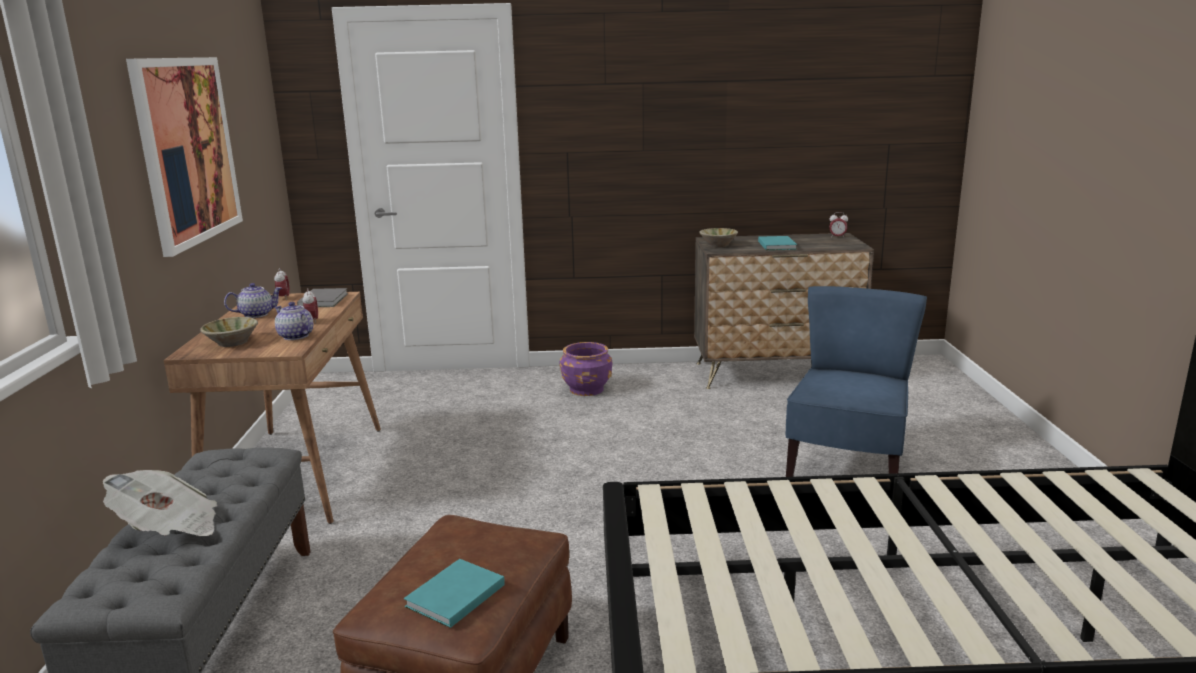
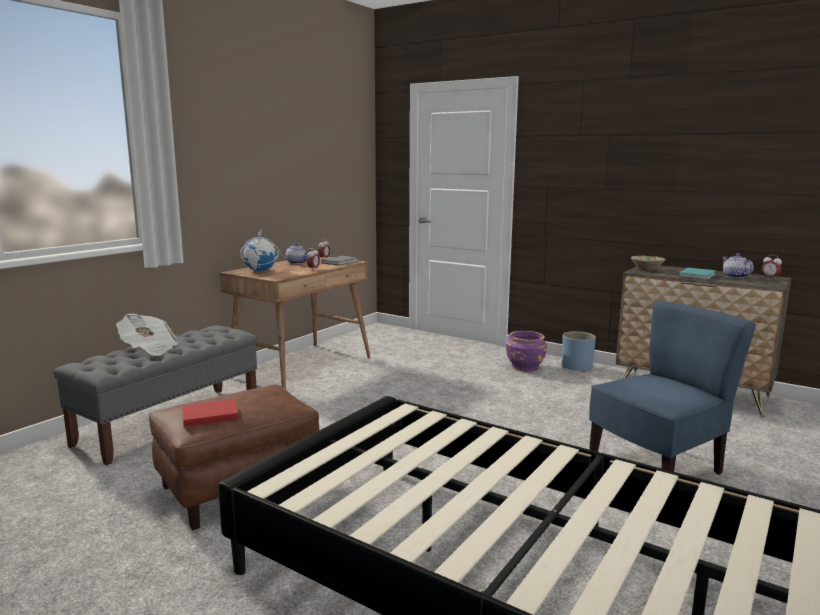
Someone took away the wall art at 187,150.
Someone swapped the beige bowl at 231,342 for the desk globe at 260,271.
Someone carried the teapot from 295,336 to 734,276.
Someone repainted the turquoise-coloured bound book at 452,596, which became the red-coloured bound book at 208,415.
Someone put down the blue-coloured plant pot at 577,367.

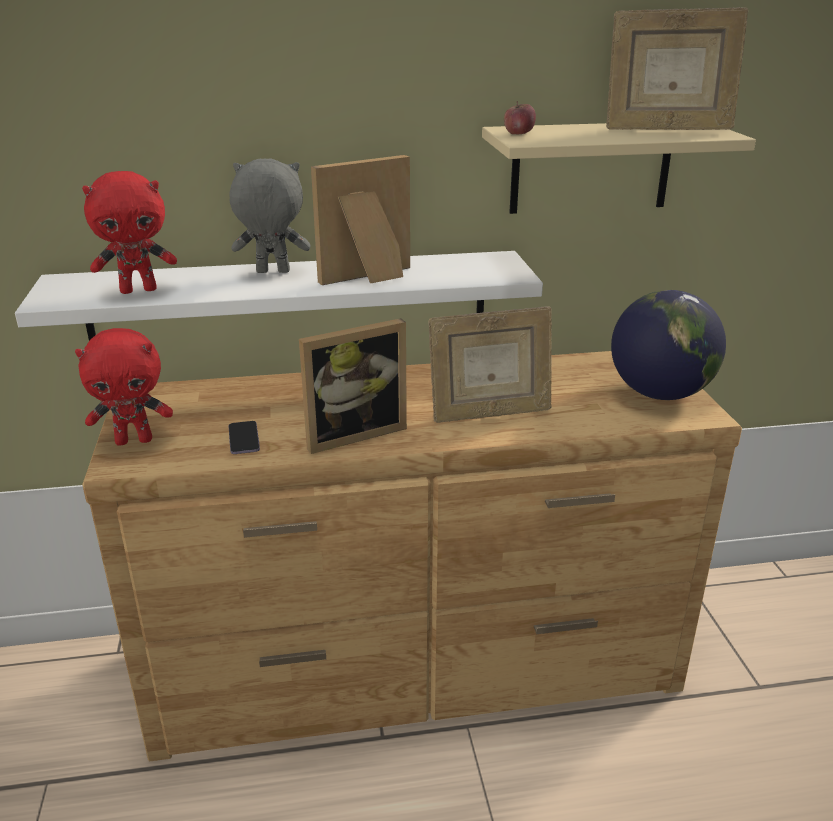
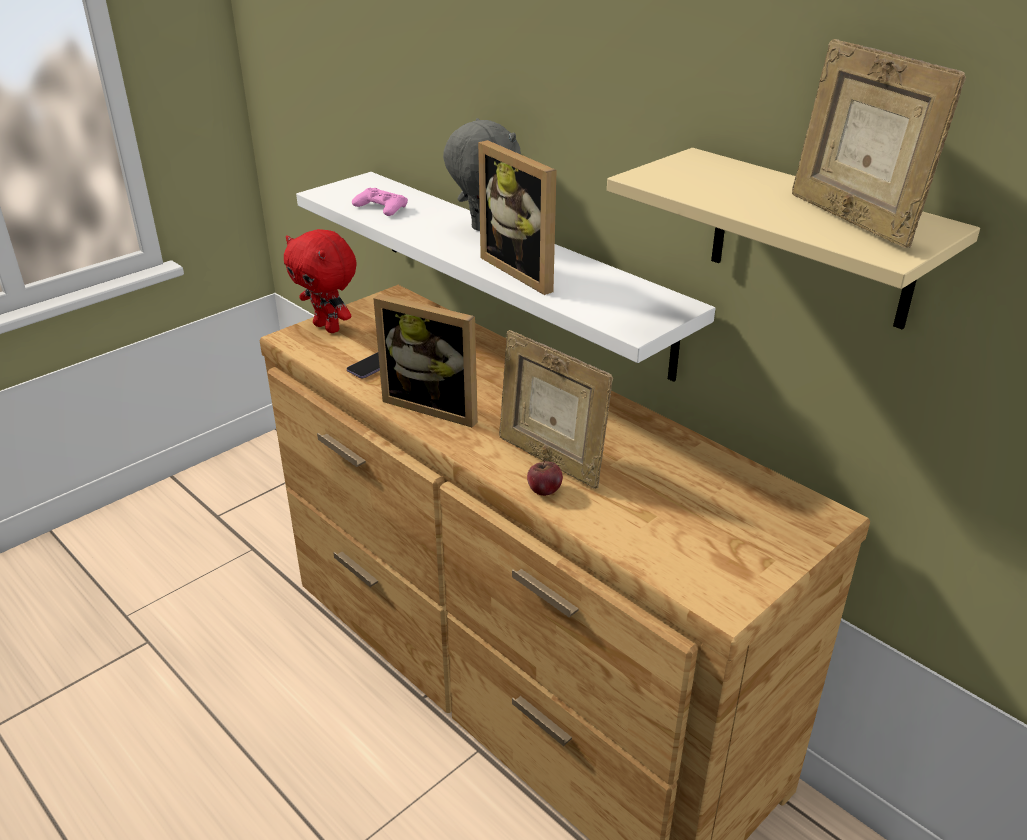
Someone swapped the red-coloured soft toy at 139,290 for the pink game controller at 381,208.
Someone rotated the photo frame at 370,278 by 150 degrees counterclockwise.
Someone carried the apple from 518,134 to 544,490.
Someone took away the desk globe at 660,393.

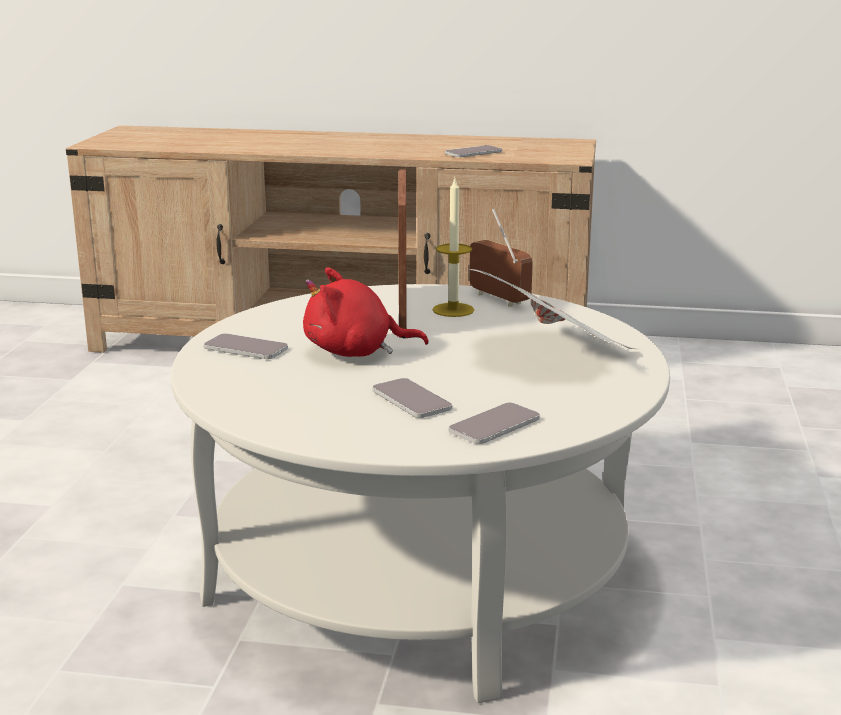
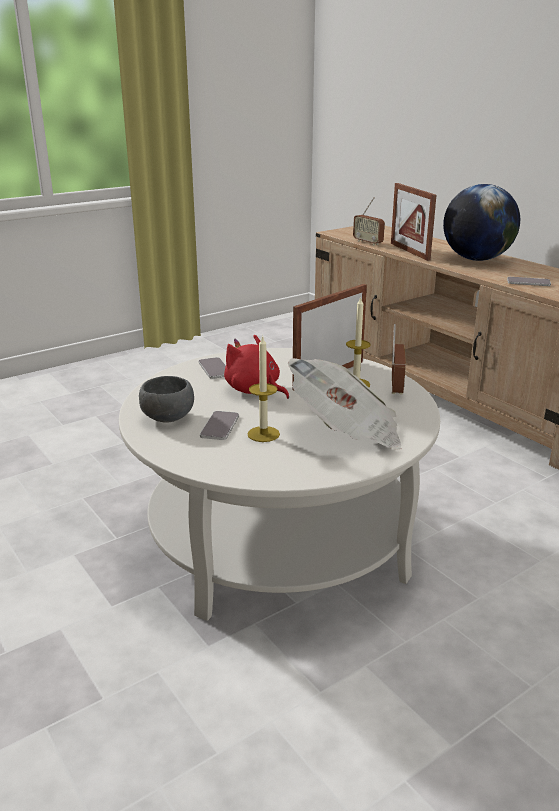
Someone took away the telephone at 494,425.
Someone put down the gray bowl at 167,417.
Someone put down the wax candle at 263,434.
Someone put down the radio receiver at 368,243.
Someone put down the photo frame at 409,251.
Someone put down the desk globe at 476,259.

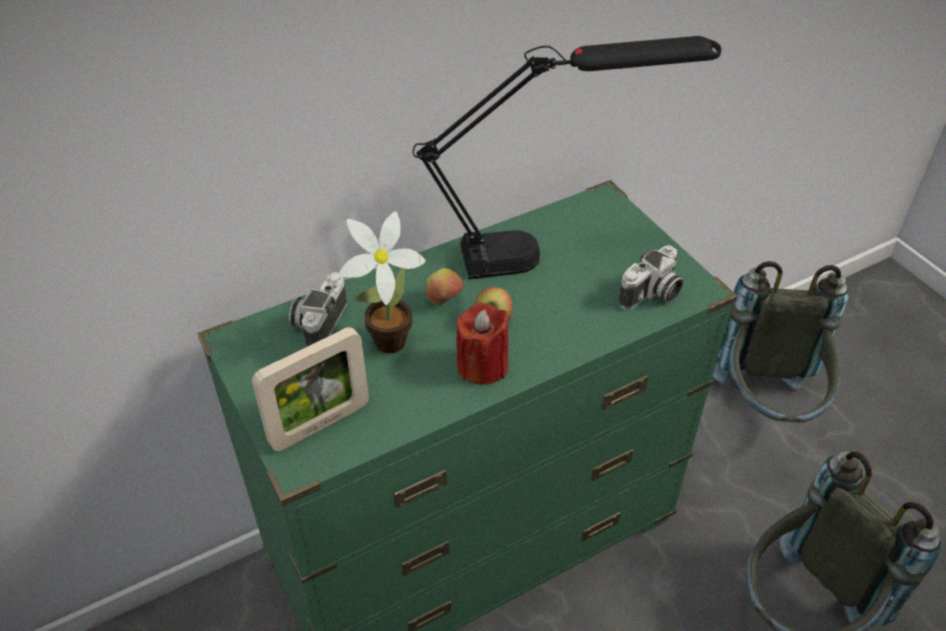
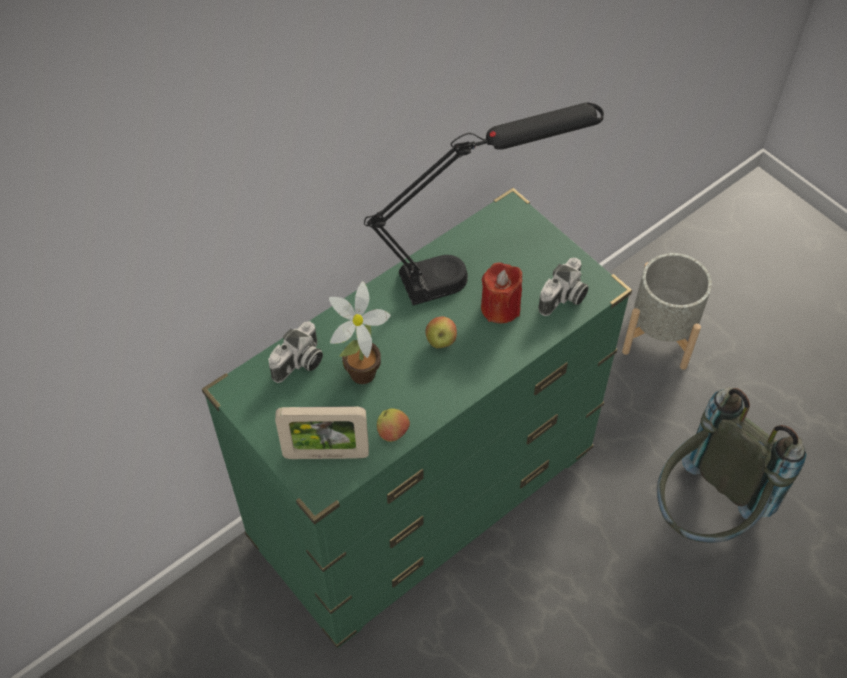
Someone rotated the photo frame at 320,424 by 45 degrees clockwise.
Someone rotated the still camera at 319,322 by 150 degrees counterclockwise.
Someone carried the apple from 444,301 to 393,433.
Someone carried the red-coloured wax candle from 482,365 to 500,308.
Someone swapped the gray knapsack at 766,407 for the gray plant pot at 659,336.

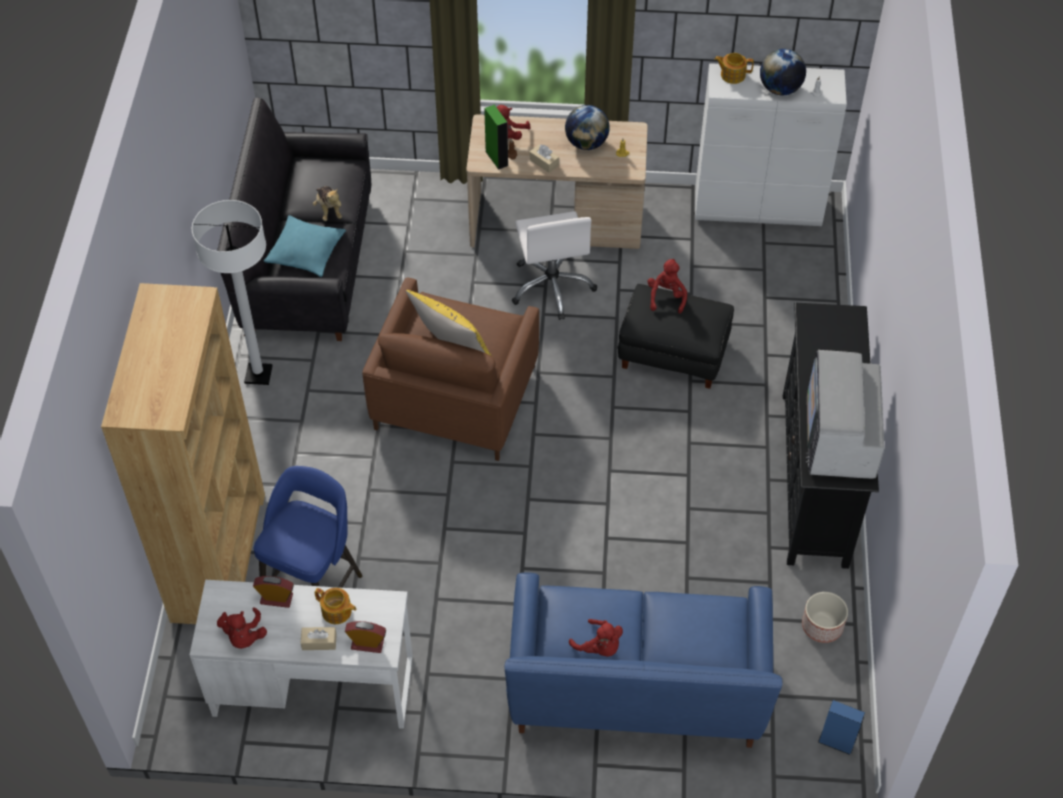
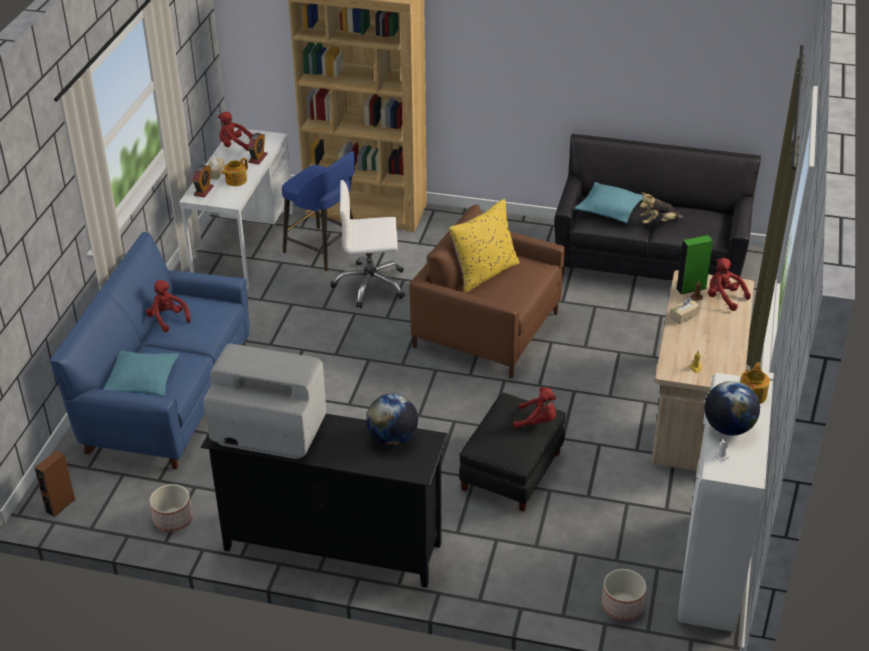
Someone took away the white-coloured standing lamp at 258,375.
Someone carried the white-coloured desk chair from 552,286 to 370,285.
Someone carried the desk globe from 586,143 to 393,438.
Someone rotated the red-coloured soft toy at 599,647 by 90 degrees clockwise.
Someone repainted the blue-coloured speaker at 836,743, which became the brownish speaker at 60,505.
Someone put down the turquoise-coloured pillow at 142,380.
Someone put down the plant pot at 622,606.

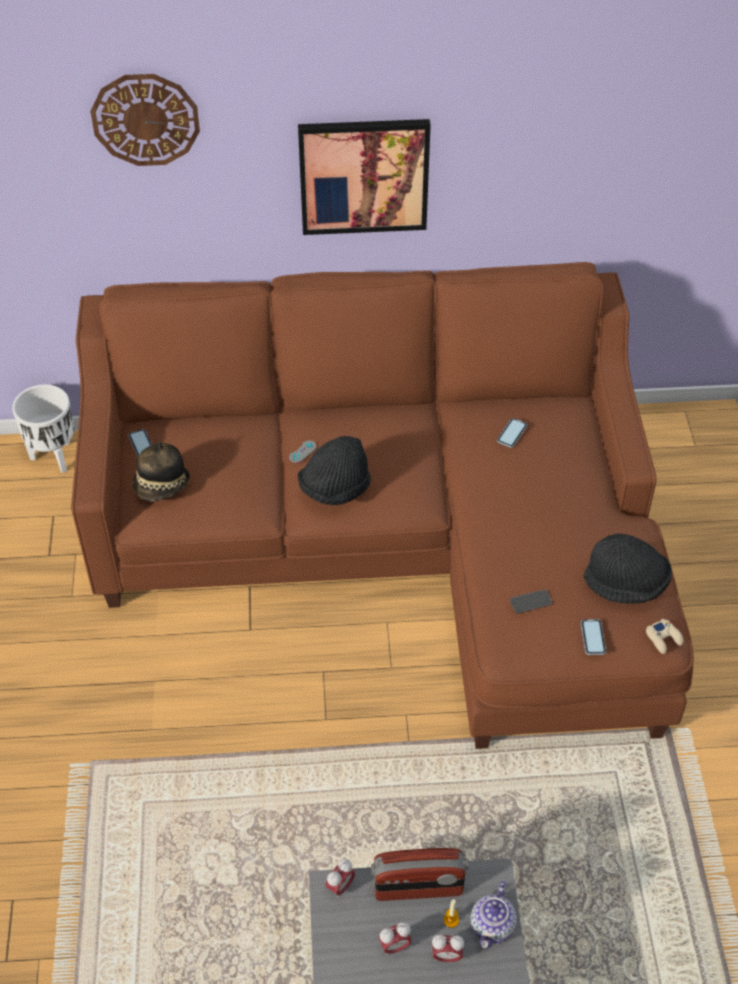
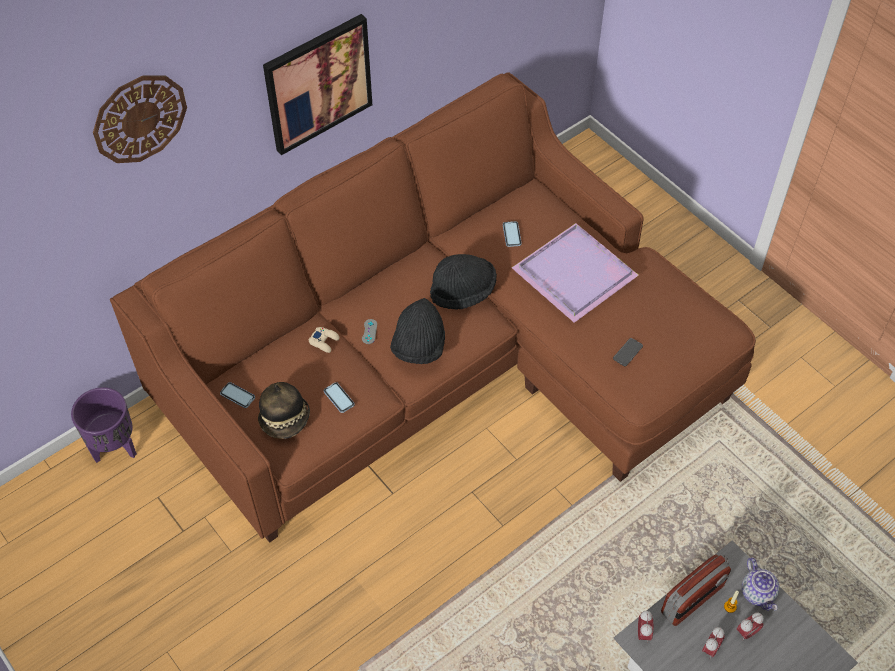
Someone repainted the white-coloured plant pot at 55,456, which became the purplish plant pot at 115,448.
Someone carried the telephone from 593,638 to 339,398.
Someone carried the black-coloured wearable hat from 625,584 to 463,291.
Someone carried the beige game controller from 664,638 to 324,341.
Someone put down the purplish carrying tray at 577,274.

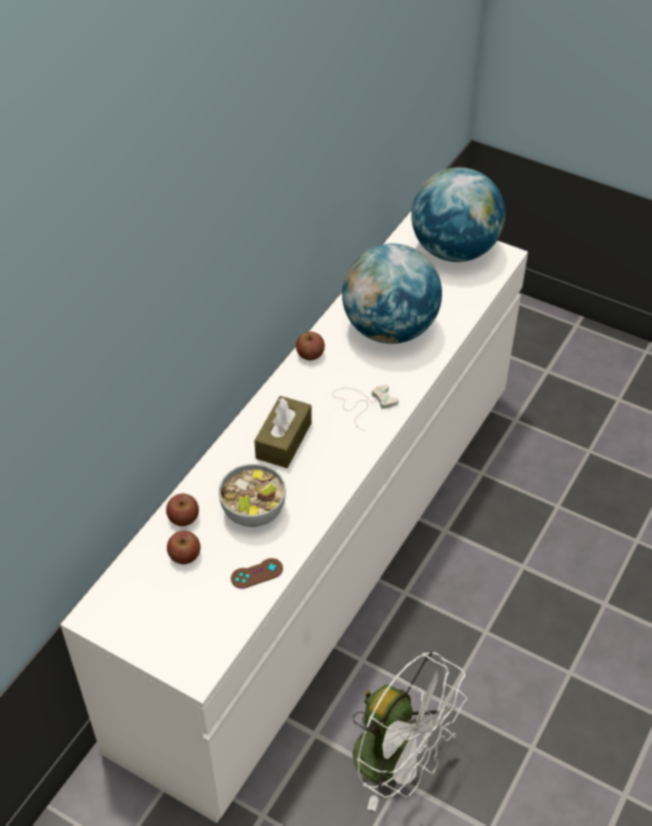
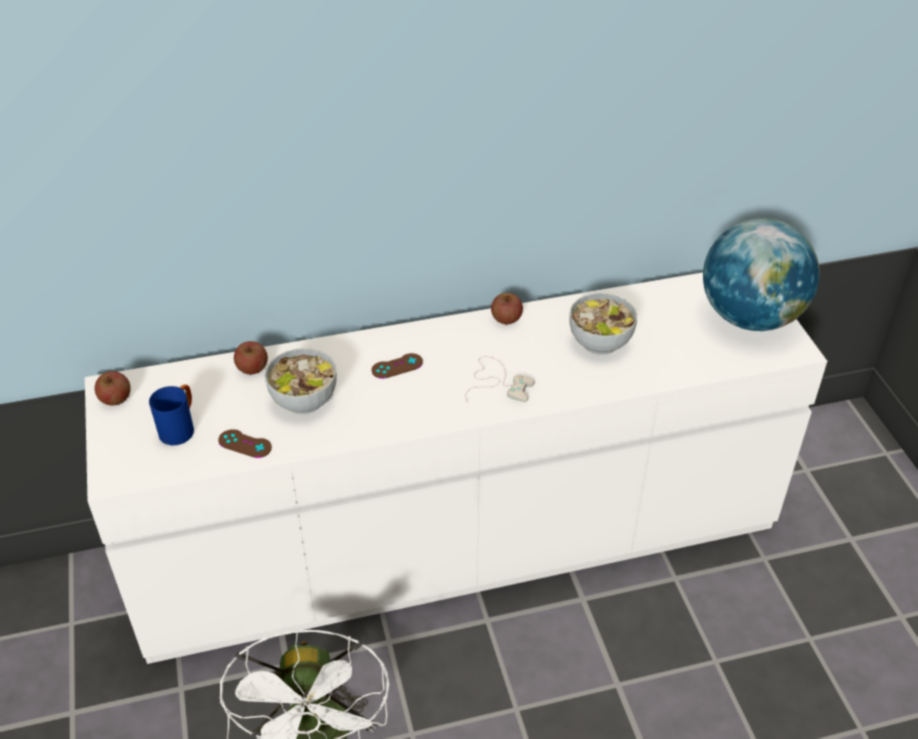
Someone carried the apple from 185,555 to 115,399.
Someone swapped the brownish tissue holder at 284,440 for the brownish game controller at 397,366.
Someone swapped the desk globe at 389,329 for the bowl at 600,342.
Someone put down the blue-coloured tea mug at 180,428.

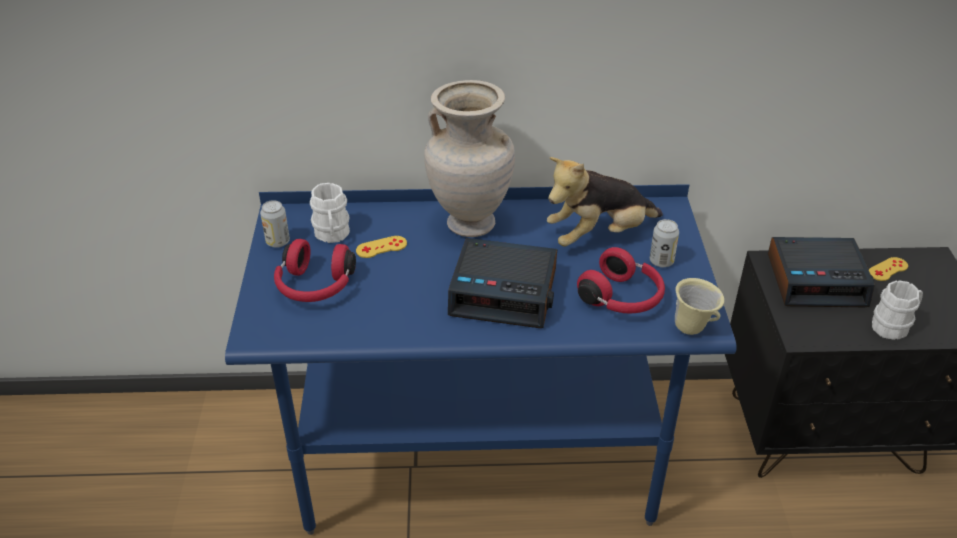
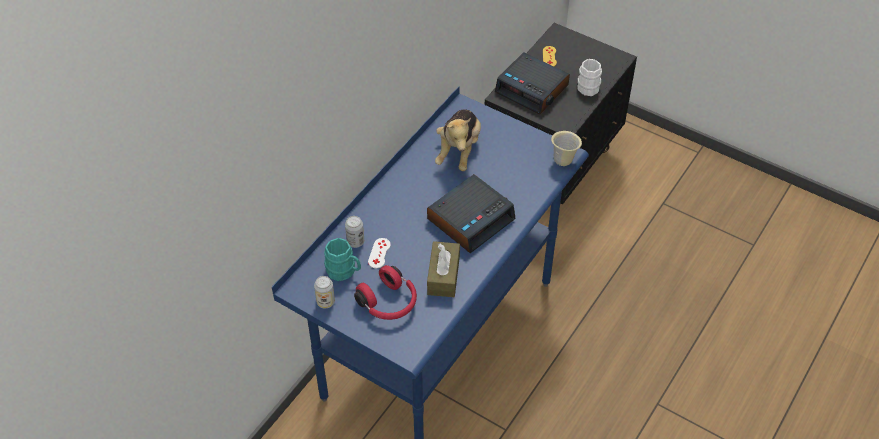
Someone repainted the white-coloured tea mug at 332,235, which became the turquoise-coloured tea mug at 344,271.
Someone repainted the yellow game controller at 381,247, which became the white-coloured game controller at 379,253.
Someone took away the beige decorative vase at 470,223.
Someone took away the red-coloured headphones at 622,298.
Someone carried the sealed can from 661,261 to 355,242.
Someone rotated the bedside clock at 817,280 by 90 degrees clockwise.
Someone put down the brownish tissue holder at 443,275.

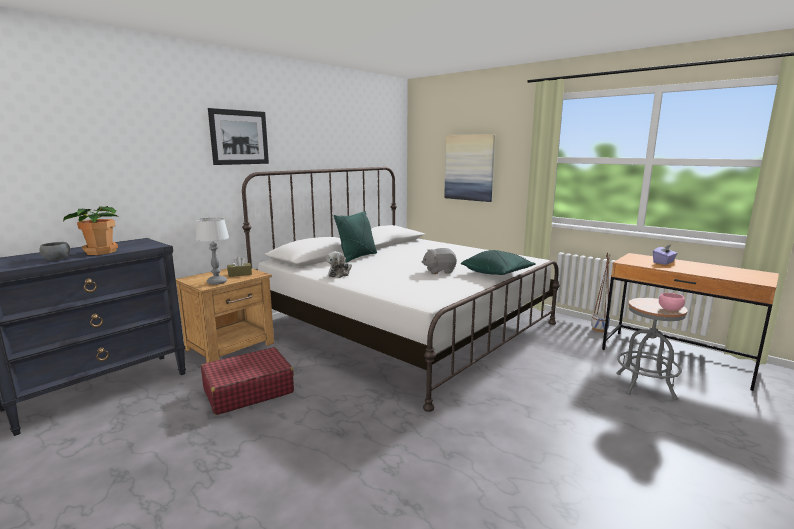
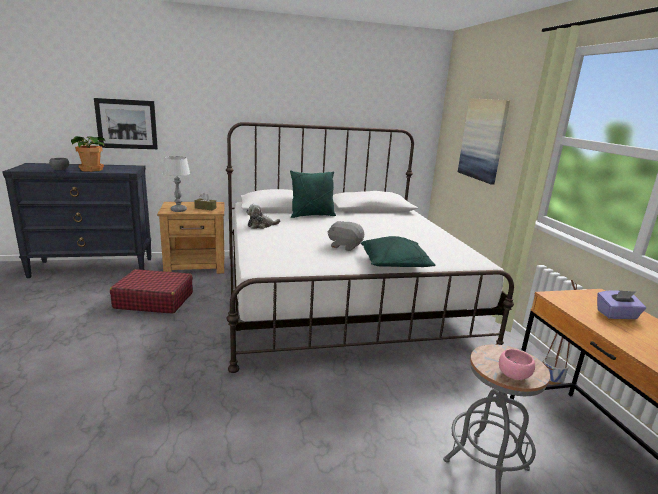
Someone carried the wall art from 239,137 to 126,124.

